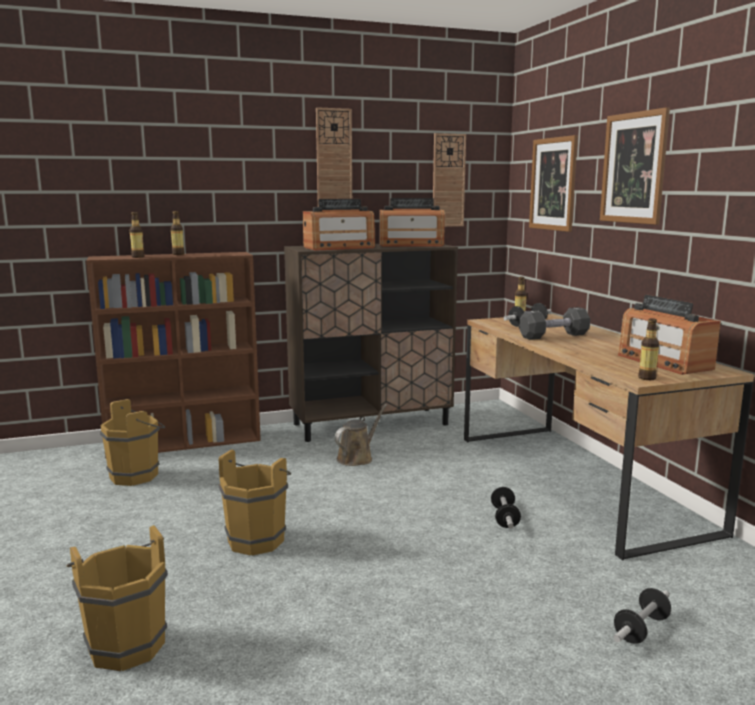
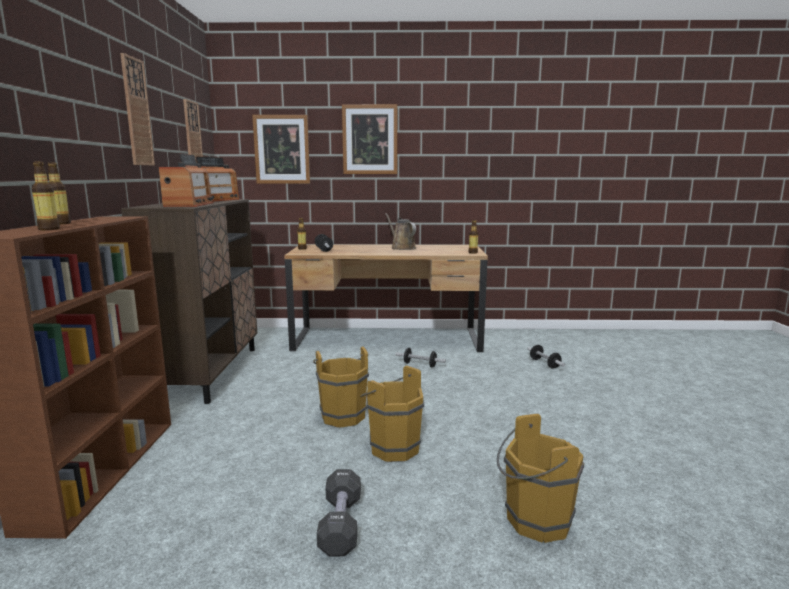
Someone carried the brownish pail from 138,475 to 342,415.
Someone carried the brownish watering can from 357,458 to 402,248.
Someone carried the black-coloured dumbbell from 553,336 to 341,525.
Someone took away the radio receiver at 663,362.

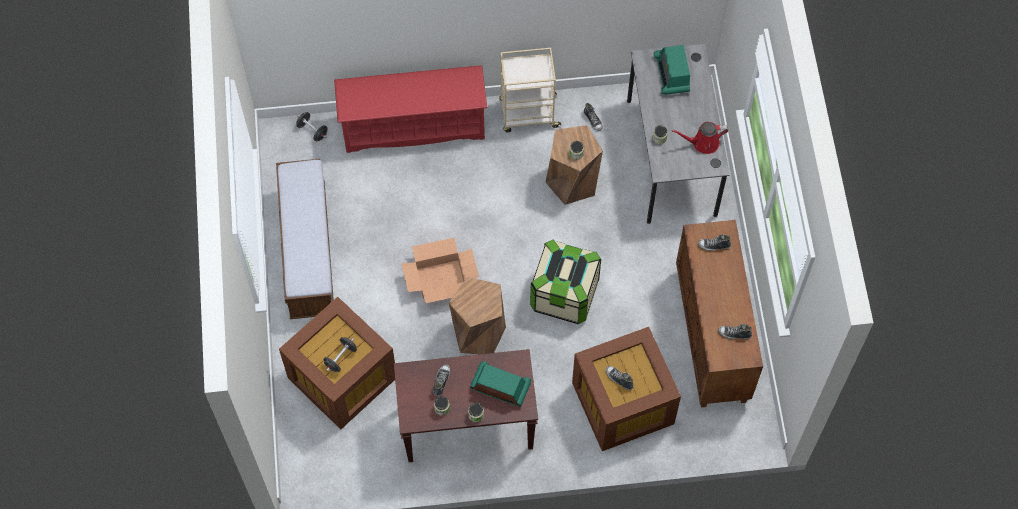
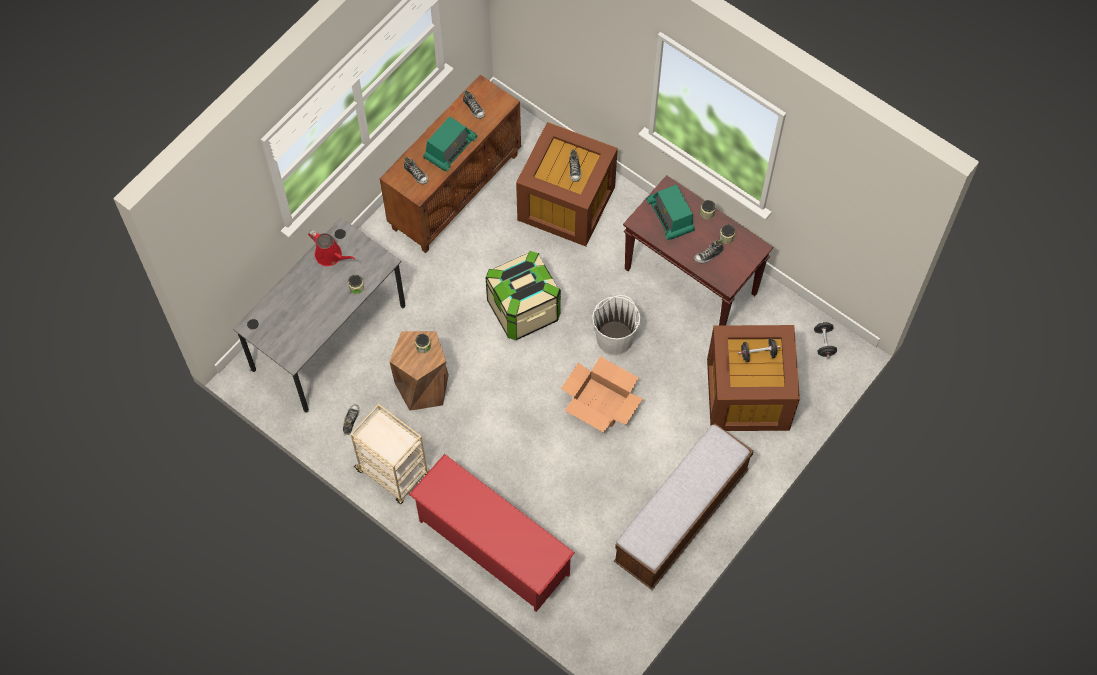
Someone carried the black-coloured dumbbell from 312,131 to 824,343.
Someone swapped the brownish stool at 478,333 for the white-coloured pail at 614,338.
Someone carried the radio receiver from 672,74 to 450,149.

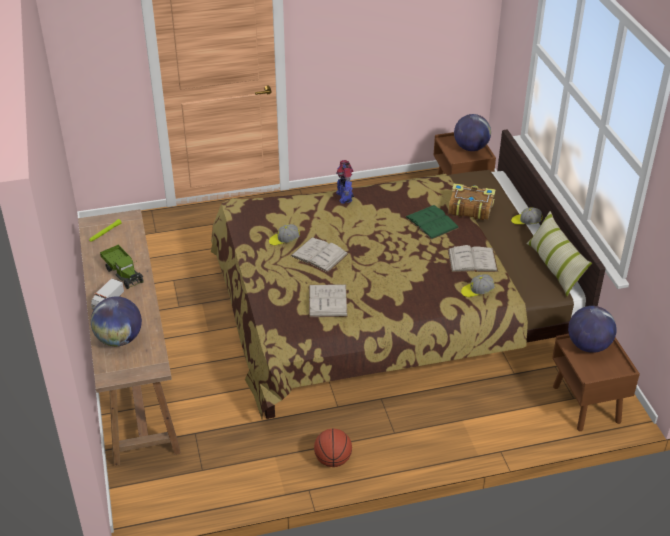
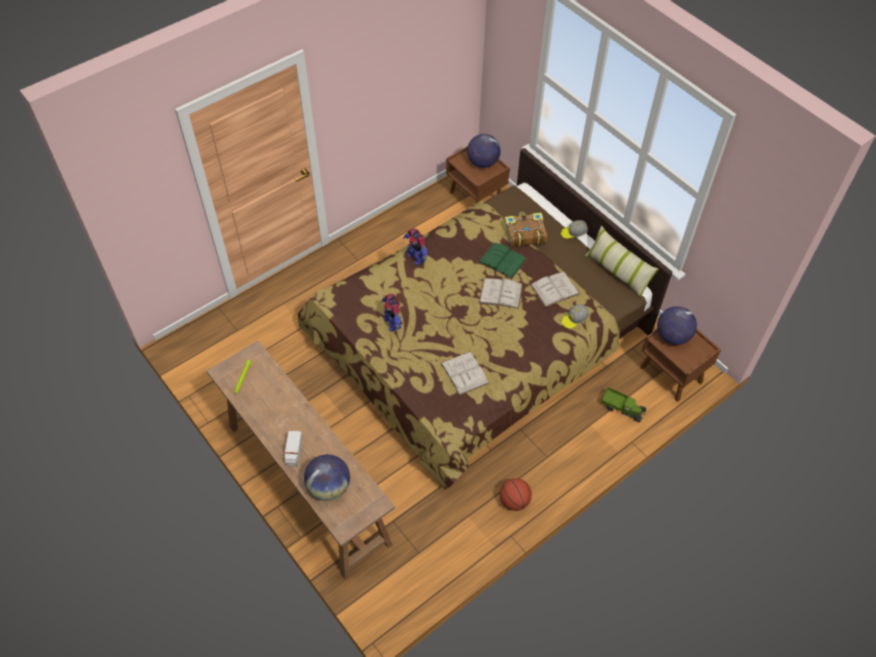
Someone carried the toy lorry from 123,273 to 622,408.
Someone swapped the peaked cap at 284,240 for the toy robot at 392,322.
Someone carried the white-coloured bound book from 319,255 to 500,293.

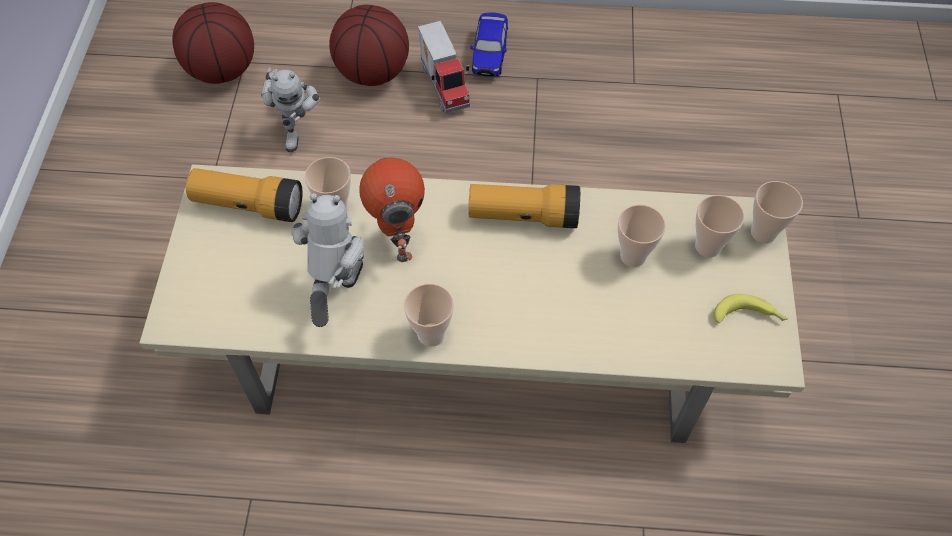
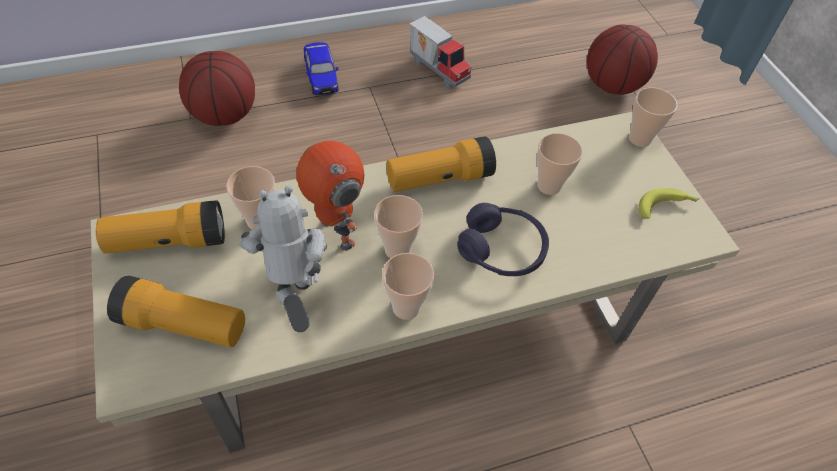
Someone carried the basketball ball from 223,70 to 612,85.
Someone took away the toy robot at 298,129.
Someone carried the toy lorry from 446,86 to 439,69.
Someone carried the drinking cup from 708,246 to 397,249.
Someone put down the torch at 183,325.
Someone put down the purplish headphones at 501,250.

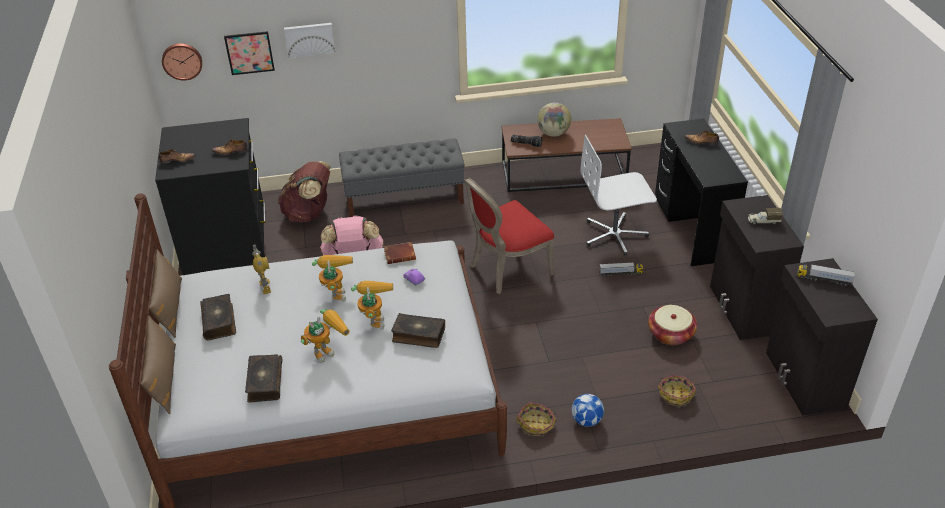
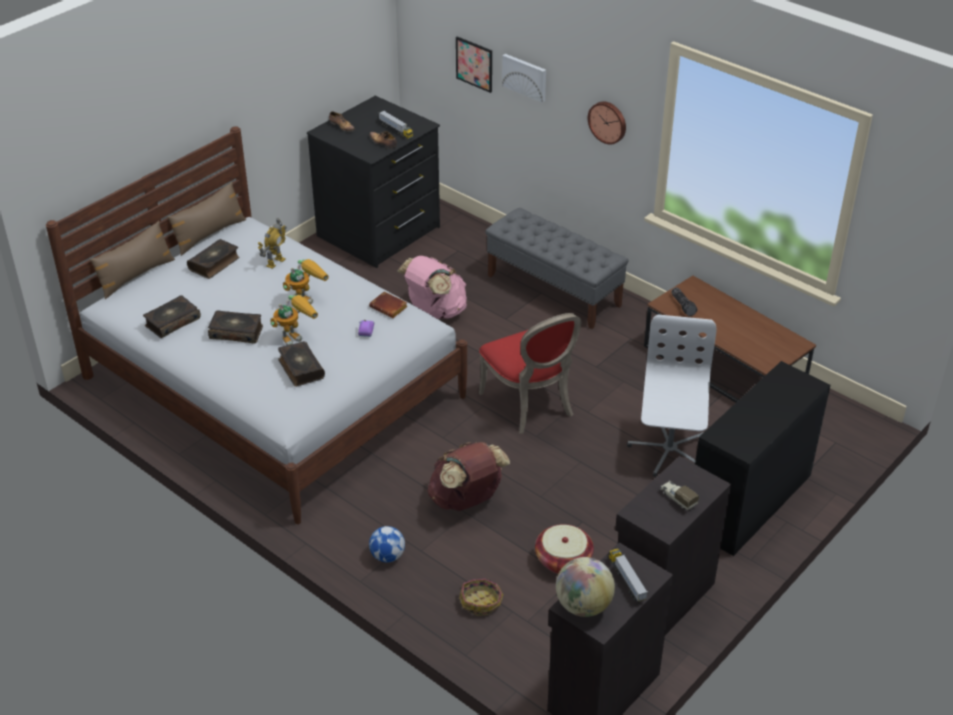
Someone carried the hanging clock from 182,61 to 608,122.
Someone carried the brownish knapsack from 309,214 to 466,500.
Someone swapped the toy robot at 328,350 for the bound book at 236,332.
Someone rotated the red-coloured plain chair at 506,269 by 135 degrees counterclockwise.
Someone took away the basket at 536,424.
Someone carried the desk globe from 553,133 to 583,605.
Someone rotated the white-coloured desk chair at 615,235 by 60 degrees clockwise.
Someone carried the toy lorry from 621,273 to 396,130.
Someone took away the low shoe at 701,142.

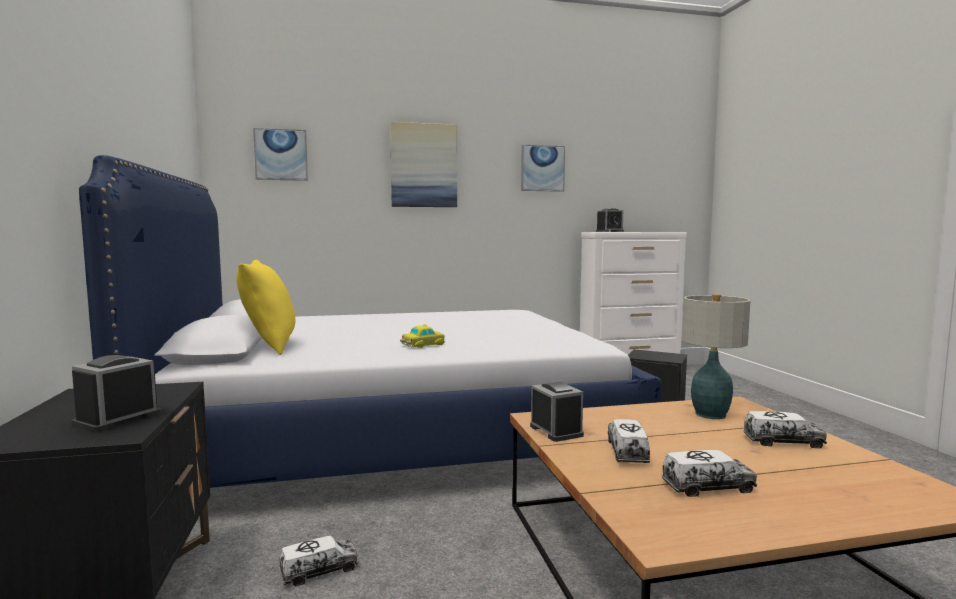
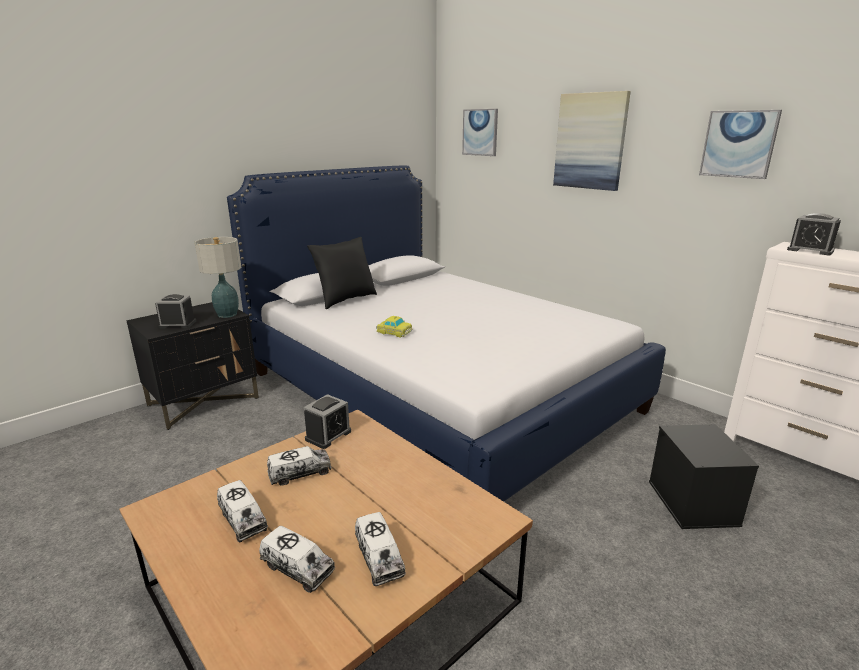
Someone repainted the yellow pillow at 269,346, which became the black-coloured pillow at 345,300.
Someone carried the toy lorry from 319,571 to 297,568.
Someone carried the tabletop lamp from 709,414 to 227,314.

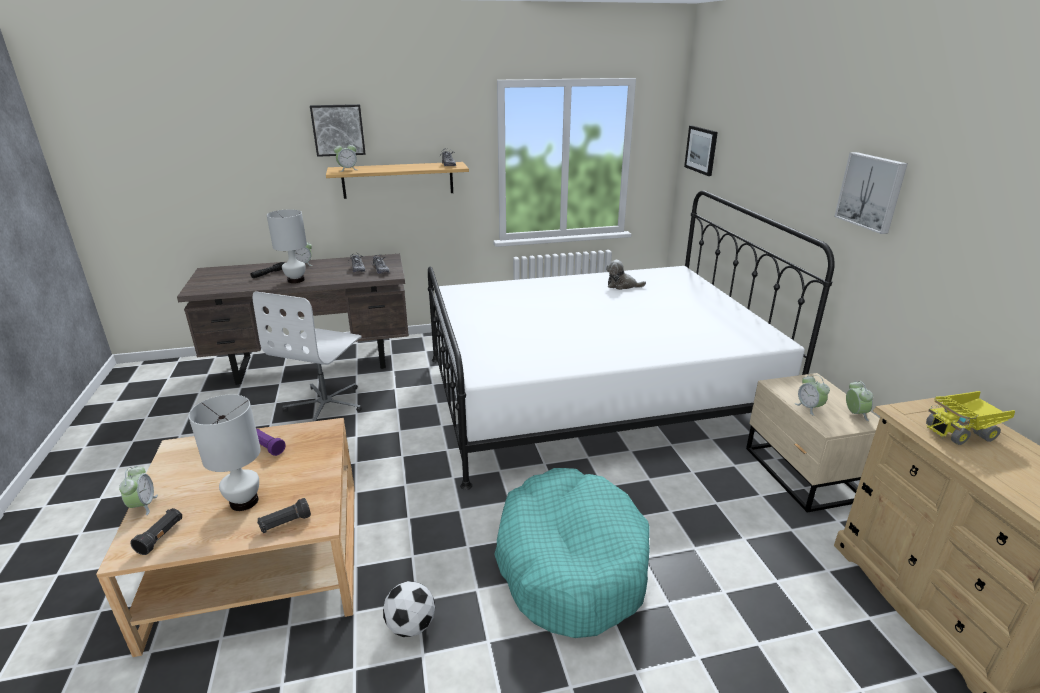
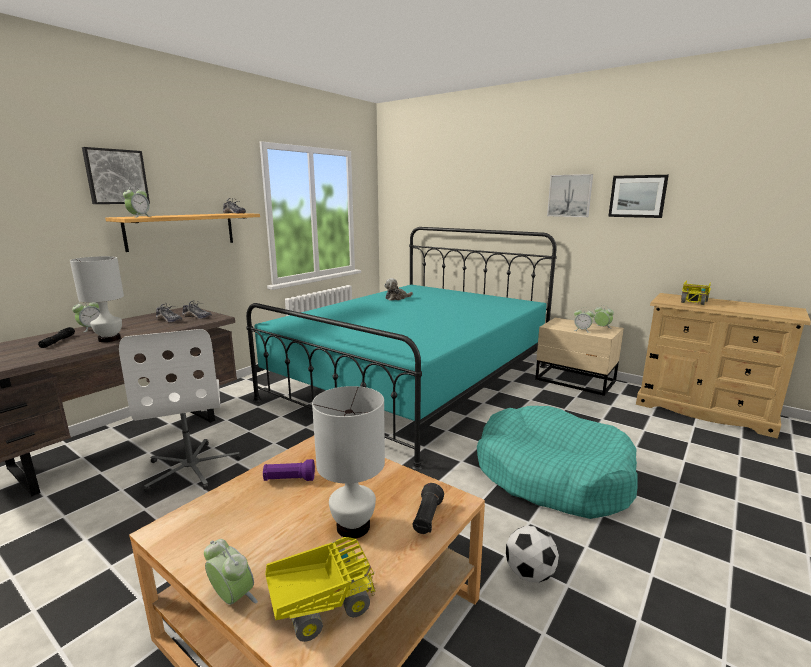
Someone swapped the black-coloured torch at 161,537 for the toy lorry at 320,607.
Someone repainted the white-coloured sleeping bed at 593,394, which became the turquoise-coloured sleeping bed at 412,382.
Someone carried the wall art from 701,150 to 637,196.

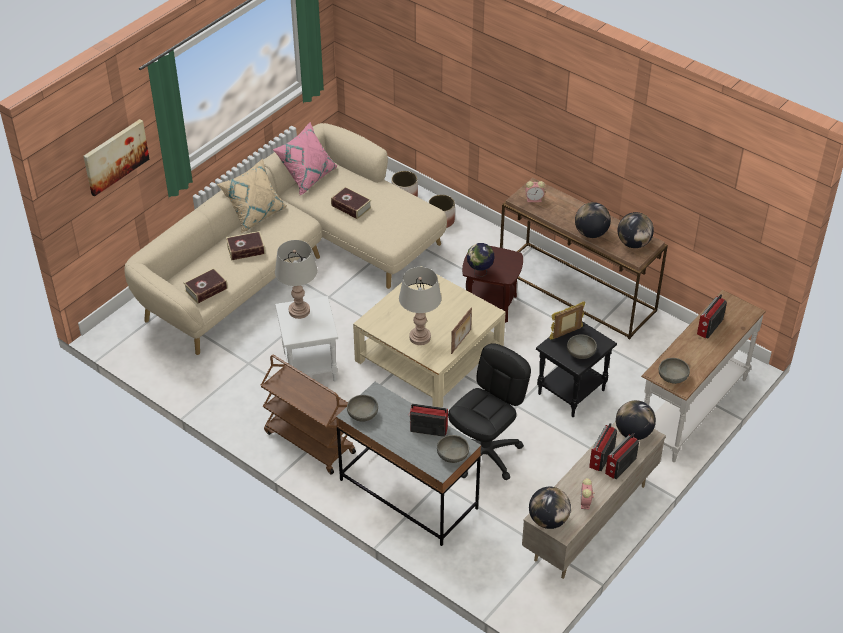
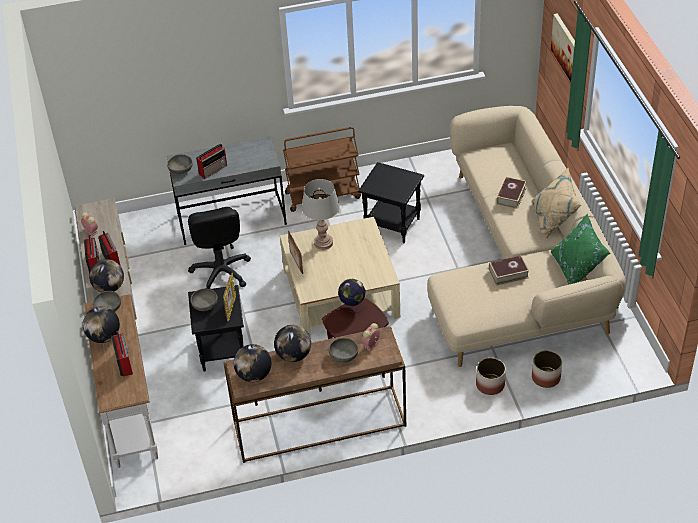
Someone took away the bound book at 206,289.
Someone repainted the pink pillow at 307,176, which became the greenish pillow at 577,269.
Someone took away the gray tabletop lamp at 299,311.
Someone repainted the white-coloured end table at 308,366, which became the black-coloured end table at 393,225.
Someone carried the gray bowl from 362,414 to 343,356.
Someone carried the desk globe from 548,520 to 104,337.

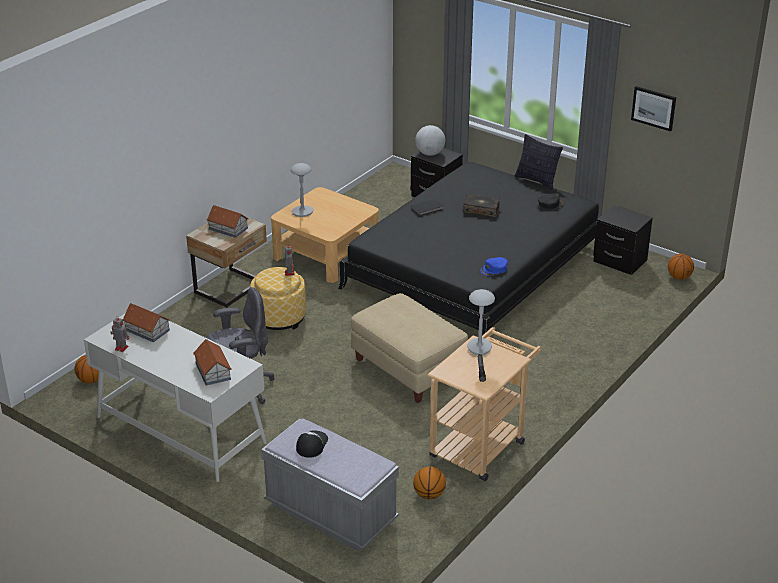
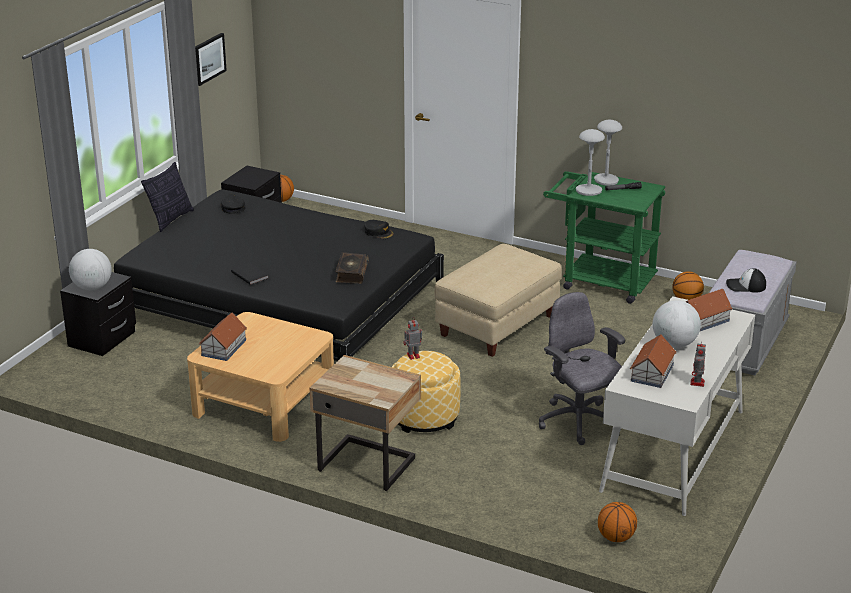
Someone carried the toy house from 228,228 to 224,347.
Someone carried the gray tabletop lamp from 302,212 to 606,180.
Someone repainted the beige trolley at 481,444, which became the greenish trolley at 600,281.
Someone carried the bound book from 481,209 to 351,274.
Someone repainted the blue-coloured peaked cap at 494,269, which became the black-coloured peaked cap at 379,232.
Someone put down the desk globe at 674,344.

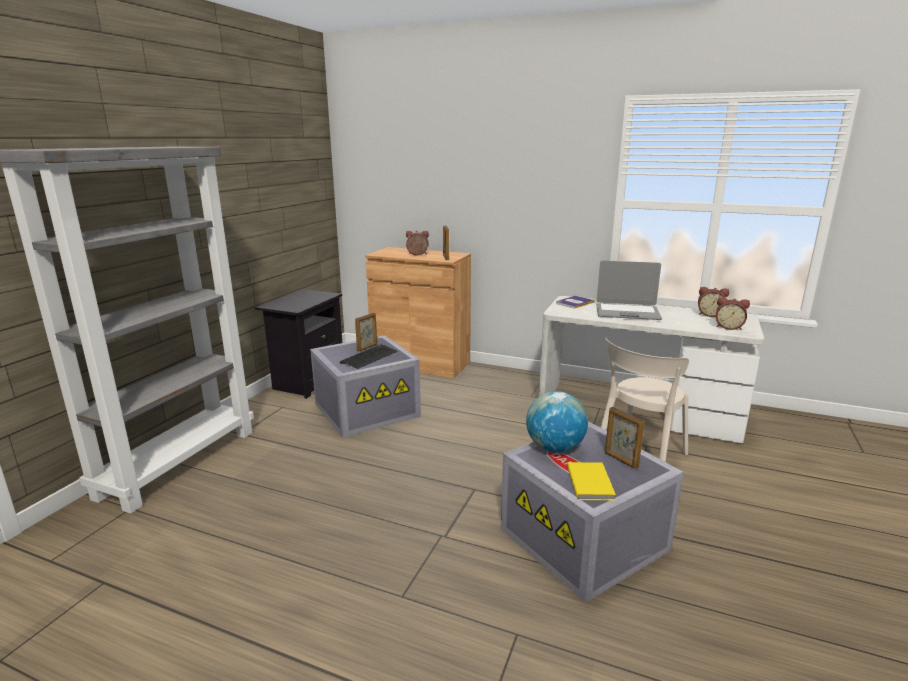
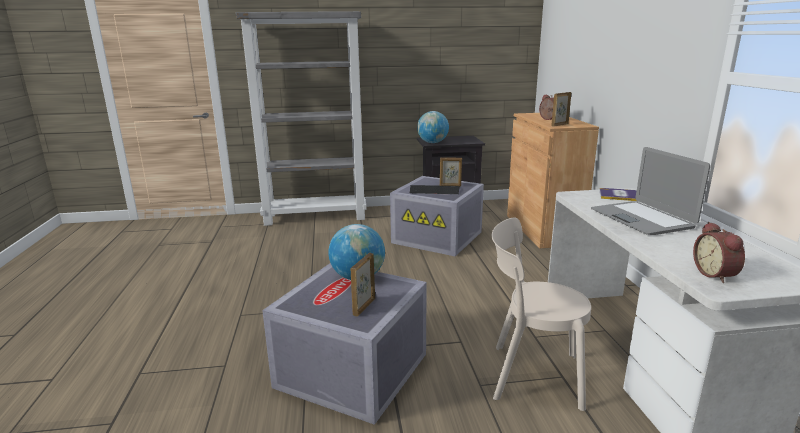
Someone took away the yellow bound book at 591,482.
Someone took away the bedside clock at 710,315.
Someone put down the desk globe at 432,142.

